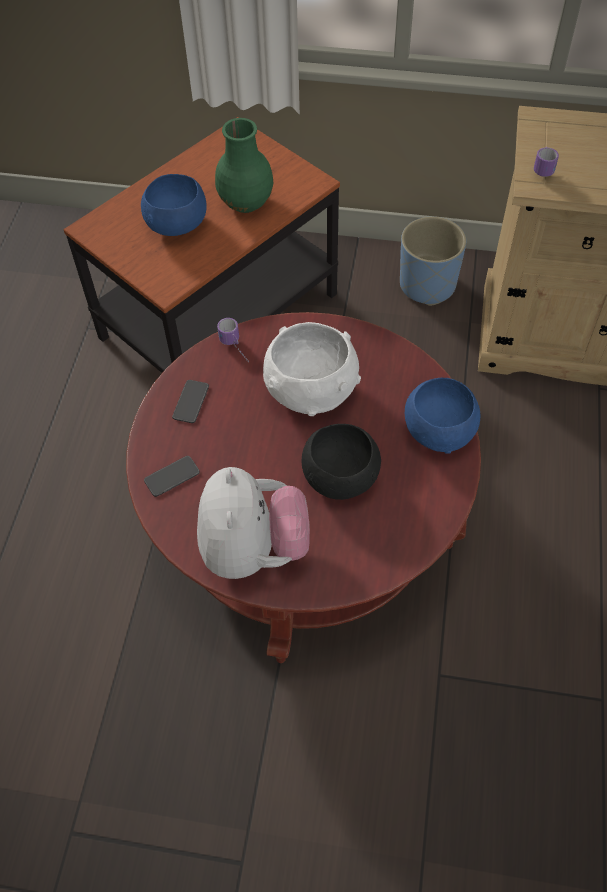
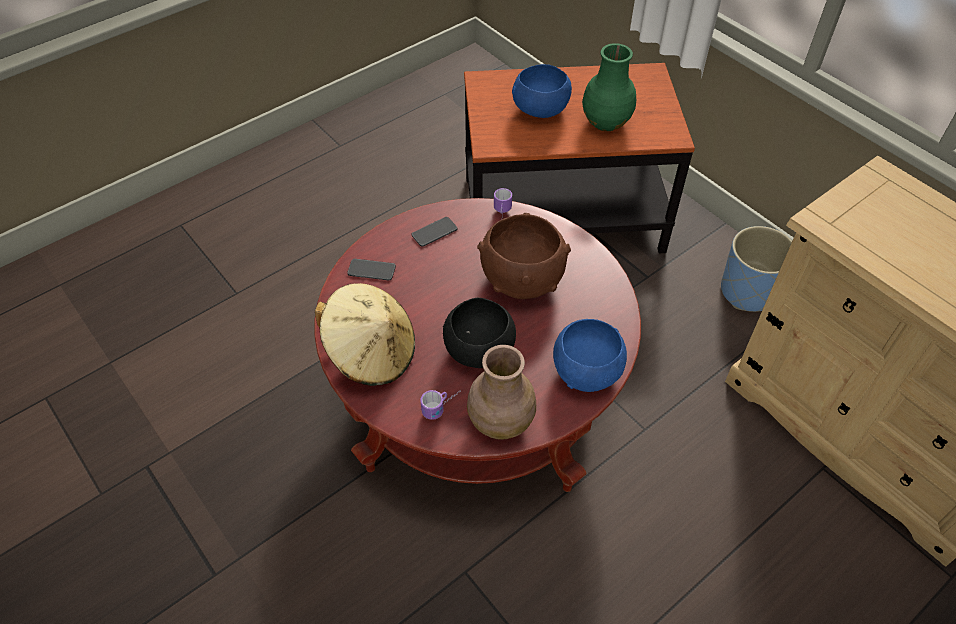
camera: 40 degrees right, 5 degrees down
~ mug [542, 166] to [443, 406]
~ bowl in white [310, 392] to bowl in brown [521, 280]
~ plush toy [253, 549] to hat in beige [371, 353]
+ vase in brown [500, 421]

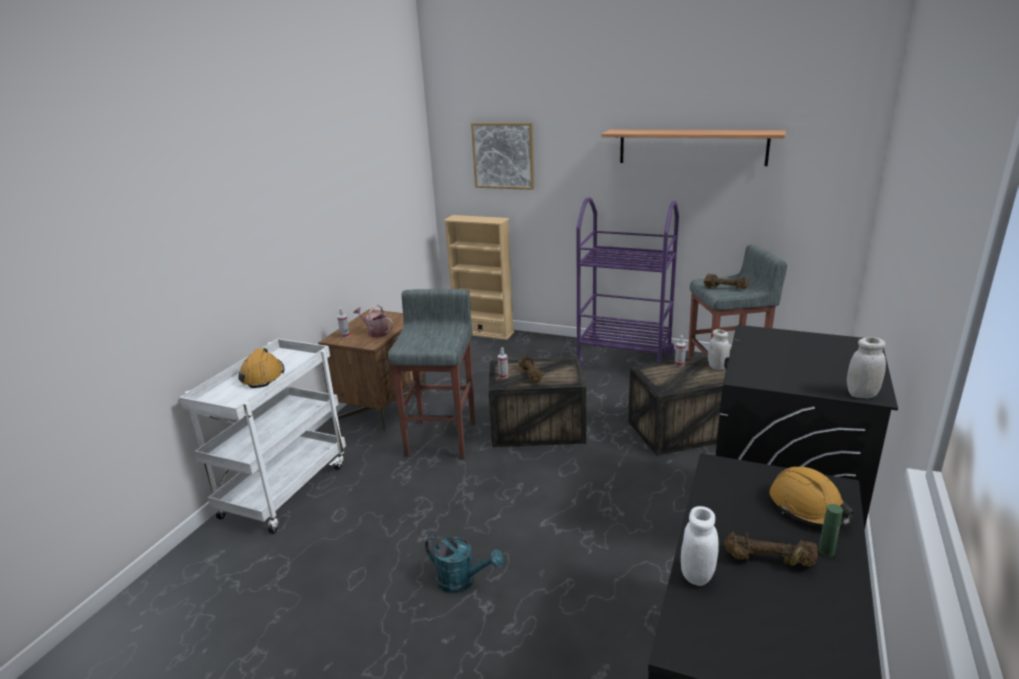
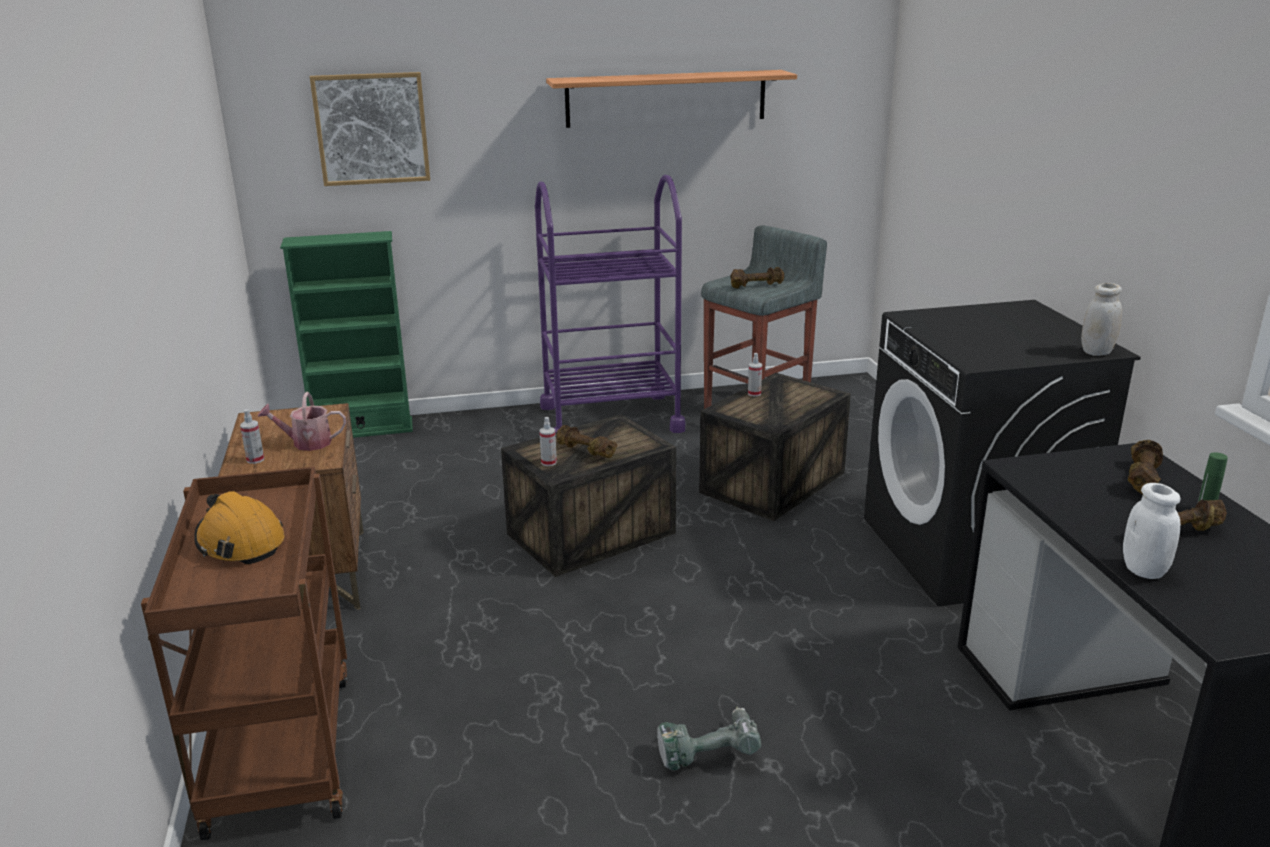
camera: 35 degrees left, 0 degrees up
~ bookcase in beige [483, 332] to bookcase in green [362, 429]
- stool in grey [442, 438]
- jar in white [717, 367]
~ cart in white [285, 489] to cart in brown [279, 748]
~ hard hat in orange [808, 508] to dumbbell in brown [1142, 478]
~ watering can in turquoise [462, 581] to power drill [707, 751]

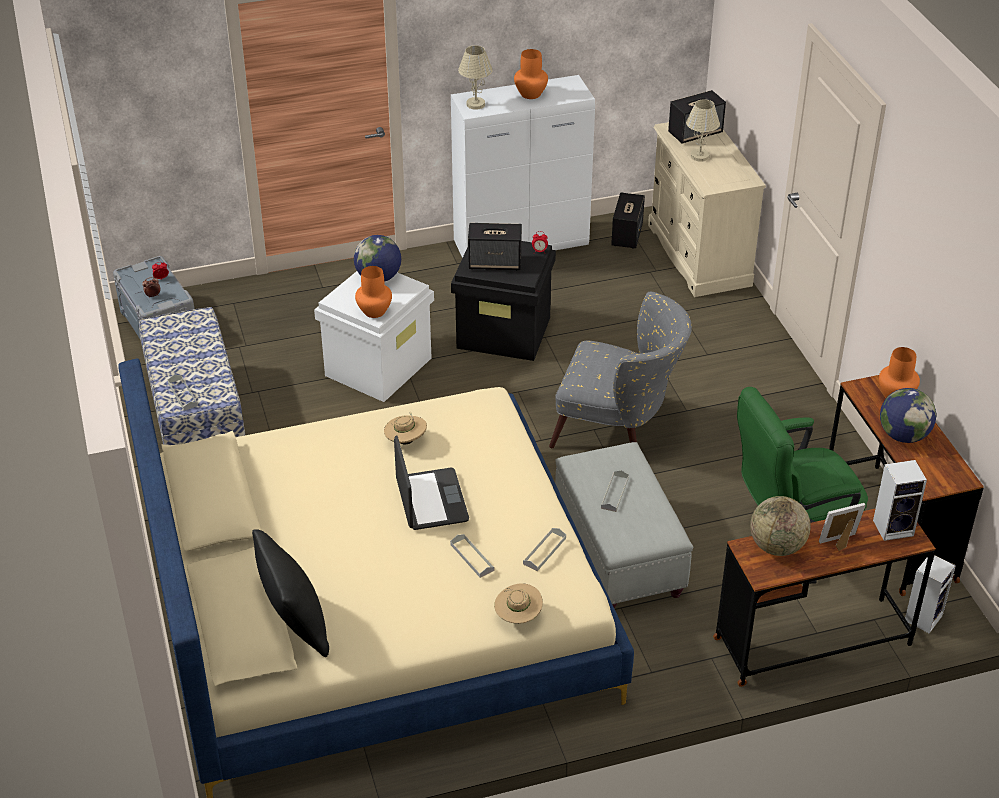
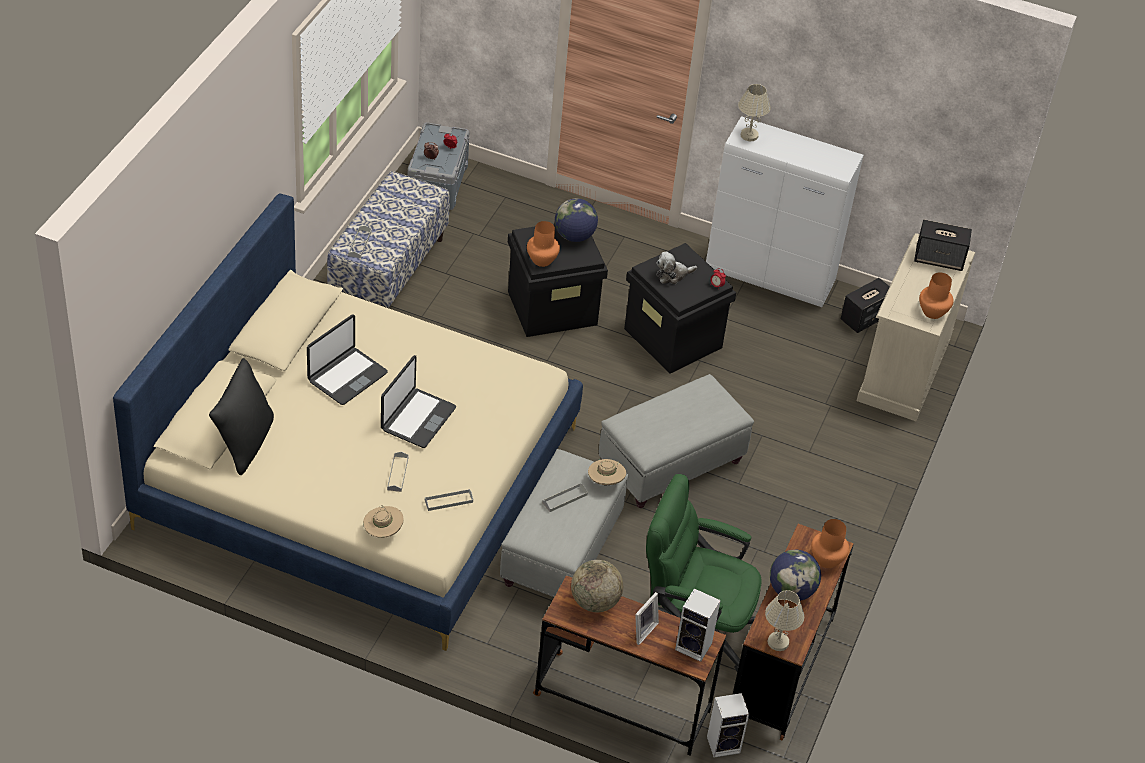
camera: 35 degrees right, 5 degrees up
~ vase in orange [530, 94] to [932, 311]
~ table lamp in beige [700, 156] to [778, 642]
~ speaker [495, 263] to plush toy [672, 275]
~ storage box in white [378, 366] to storage box in black [553, 308]
~ armchair in grey [619, 429] to ottoman in grey [670, 464]
~ hat in beige [406, 440] to [605, 481]
~ picture frame [840, 543] = [642, 630] 105 degrees clockwise
+ laptop [347, 376]

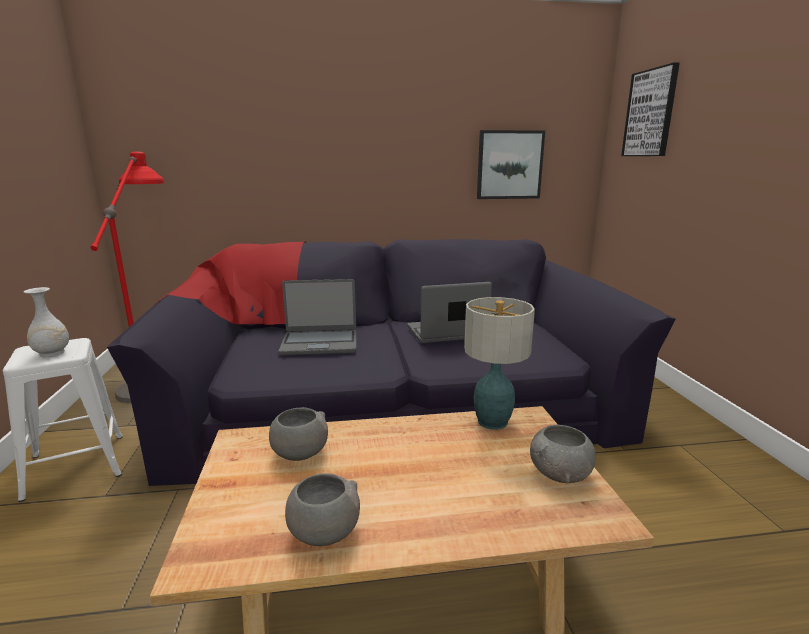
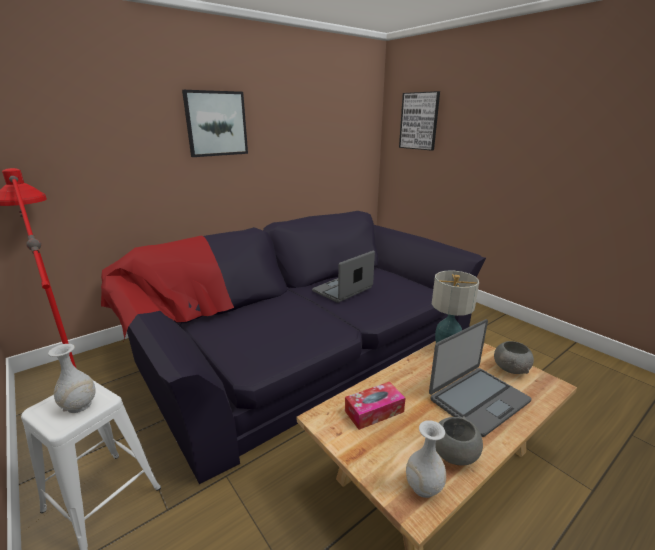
camera: 30 degrees left, 5 degrees up
~ picture [509, 165] to [216, 123]
~ laptop [319, 343] to [477, 399]
~ bowl in grey [299, 453] to tissue box [374, 411]
+ vase in white [423, 486]

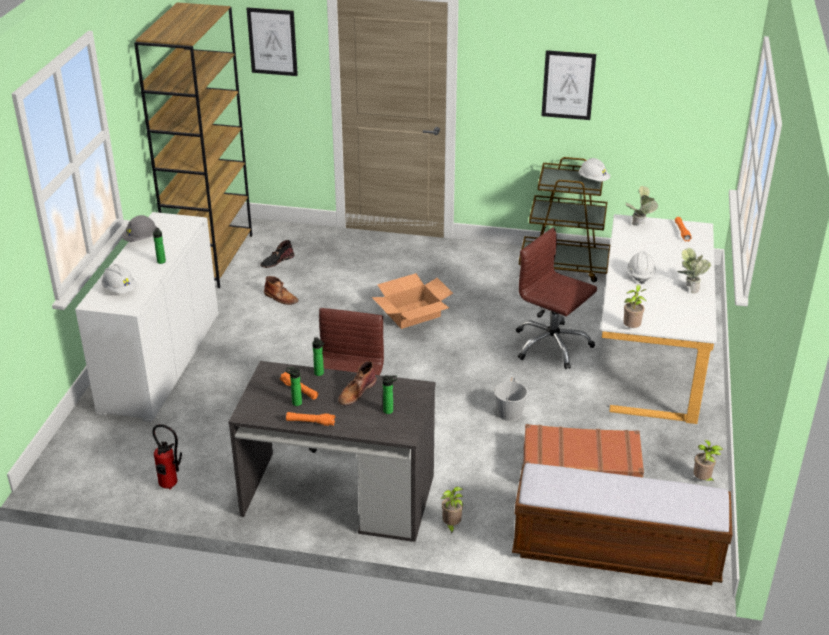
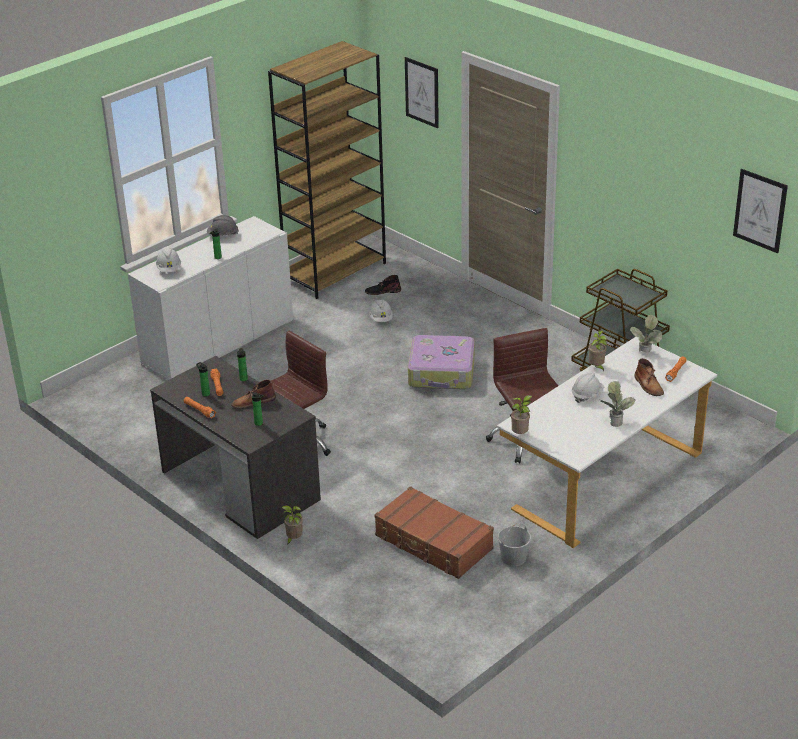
camera: 35 degrees right, 0 degrees up
~ picture [568, 85] to [760, 210]
~ hard hat in white [593, 180] to [381, 319]
~ cardboard box [412, 314] to suitcase [442, 372]
~ boot in brown [281, 298] to [648, 385]
~ bucket in white [509, 413] to [513, 558]
- fire extinguisher [170, 486]
~ potted plant [702, 480] to [596, 367]
- bench [615, 551]

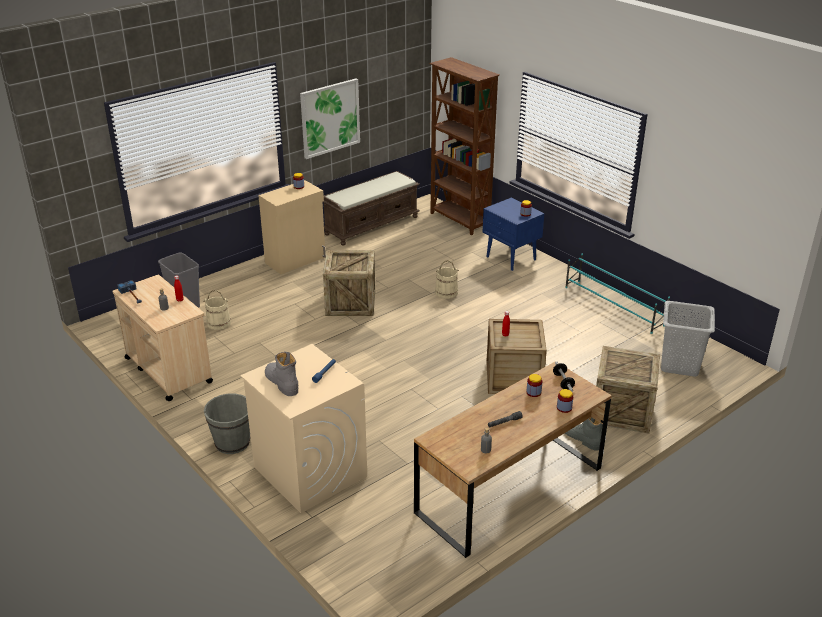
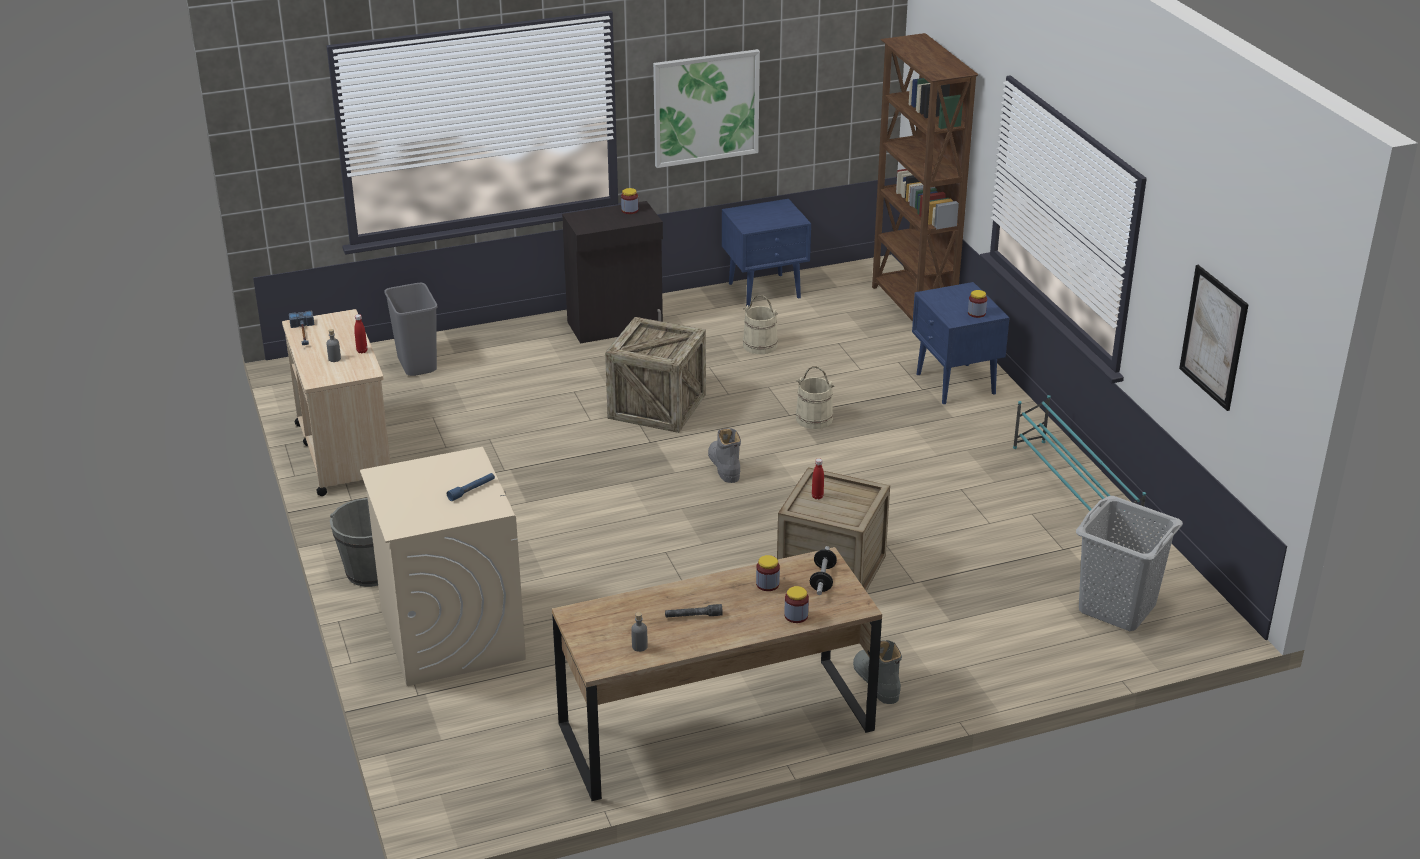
camera: 20 degrees right, 0 degrees up
~ bench in brown [371, 225] to nightstand in blue [765, 290]
~ cabinet in beige [296, 260] to cabinet in black [616, 326]
~ bucket in beige [218, 323] to [760, 345]
- crate [622, 411]
~ boot in grey [282, 383] to [724, 466]
+ picture [1213, 337]

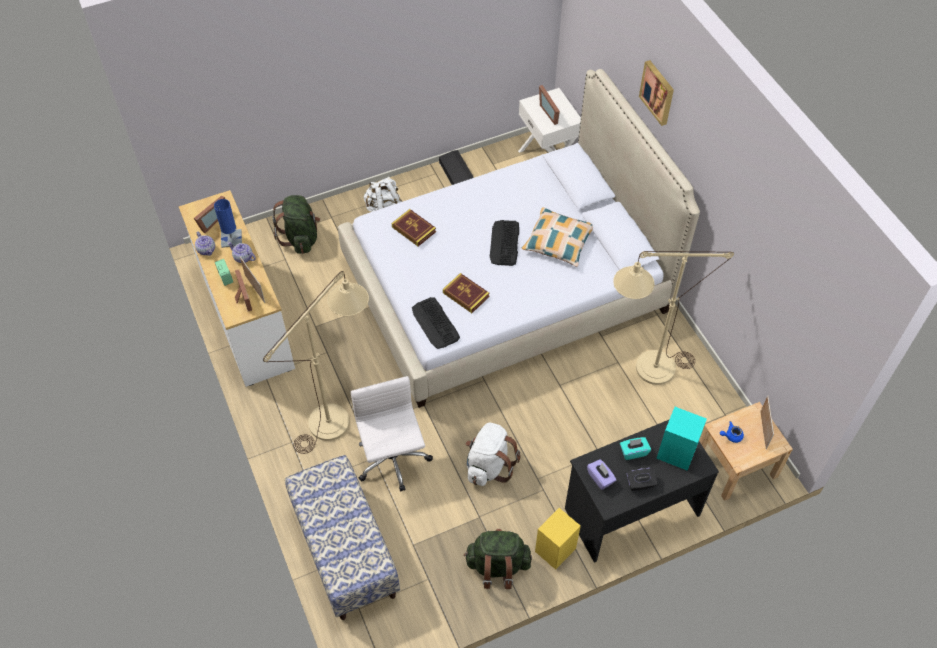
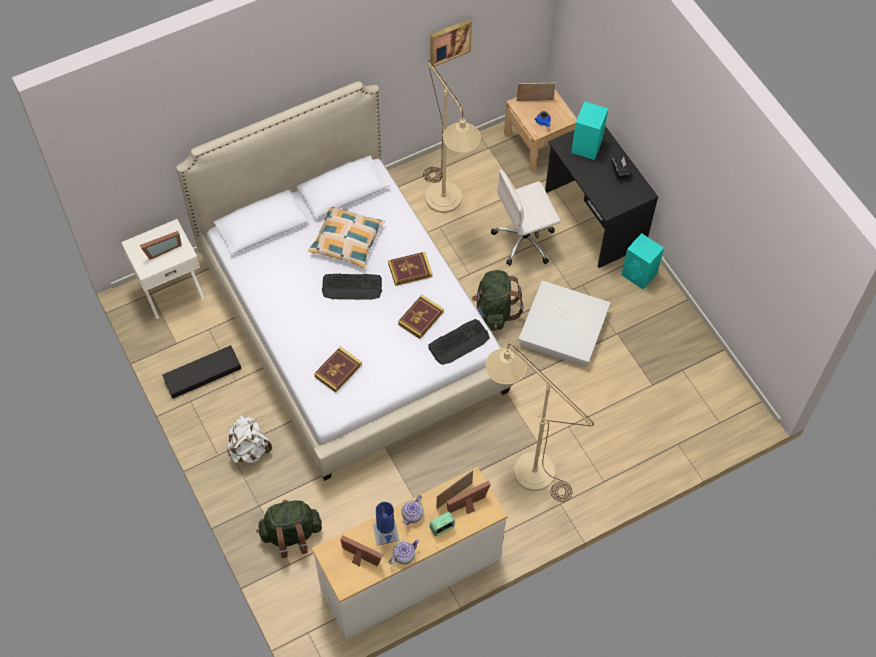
camera: 95 degrees left, 5 degrees up
~ picture [658, 92] to [449, 41]
~ office chair in white [393, 461] to [525, 240]
~ backpack in white [489, 465] to storage box in white [564, 328]
- tissue box in turquoise [633, 452]
- bench [344, 551]
- tissue box in purple [600, 478]
~ speaker in yellow [554, 550] to speaker in turquoise [639, 275]
~ backpack in green [497, 566] to [494, 311]
+ book [410, 270]

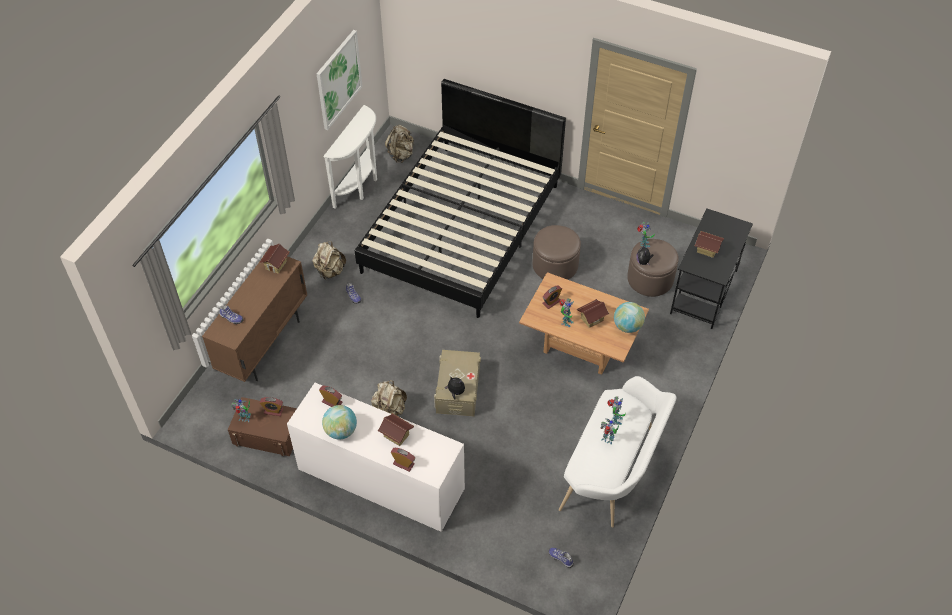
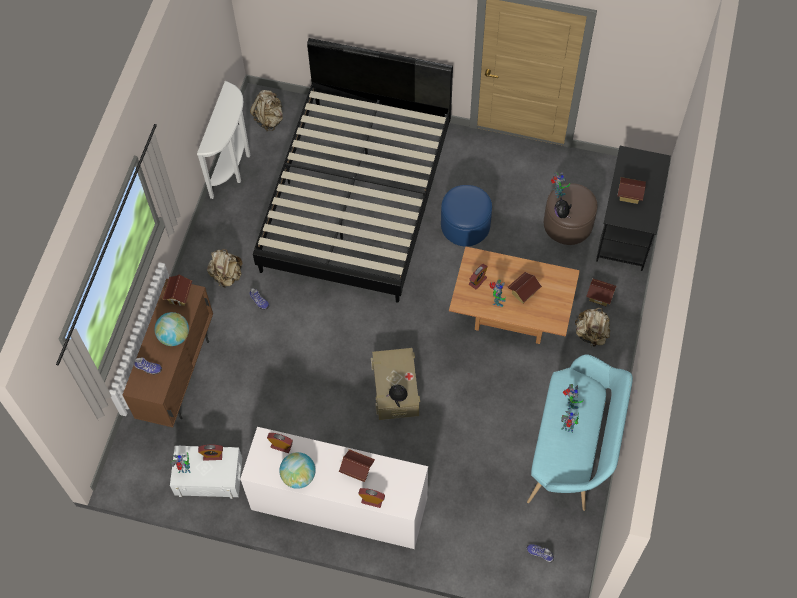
camera: 10 degrees left, 10 degrees up
- picture [338, 79]
~ ottoman in brown [555, 265] to ottoman in blue [465, 225]
~ globe [627, 326] to [174, 336]
~ bench in white [613, 472] to bench in turquoise [573, 451]
~ backpack in beige [389, 410] to [591, 334]
~ storage box in brown [267, 433] to storage box in white [208, 476]
+ toy house [599, 297]

